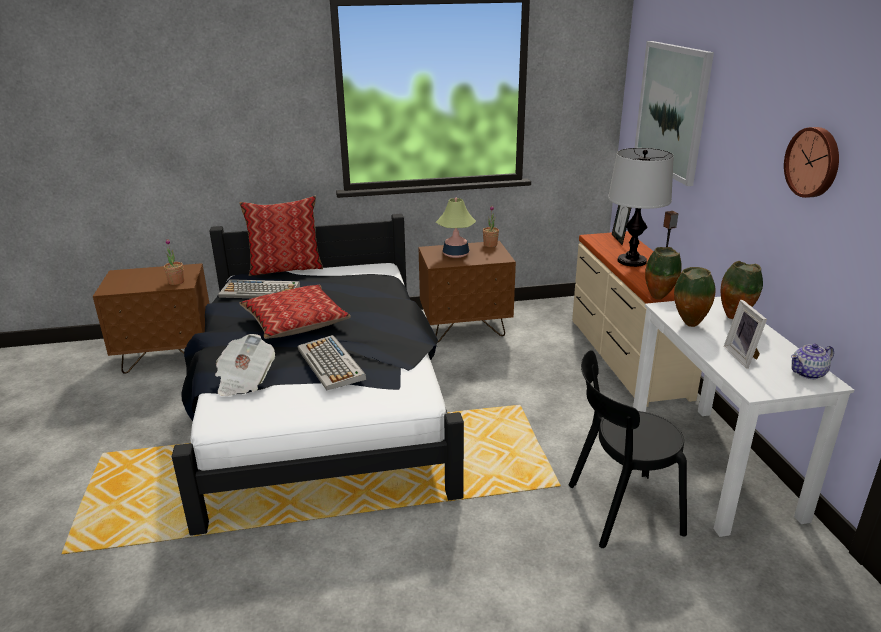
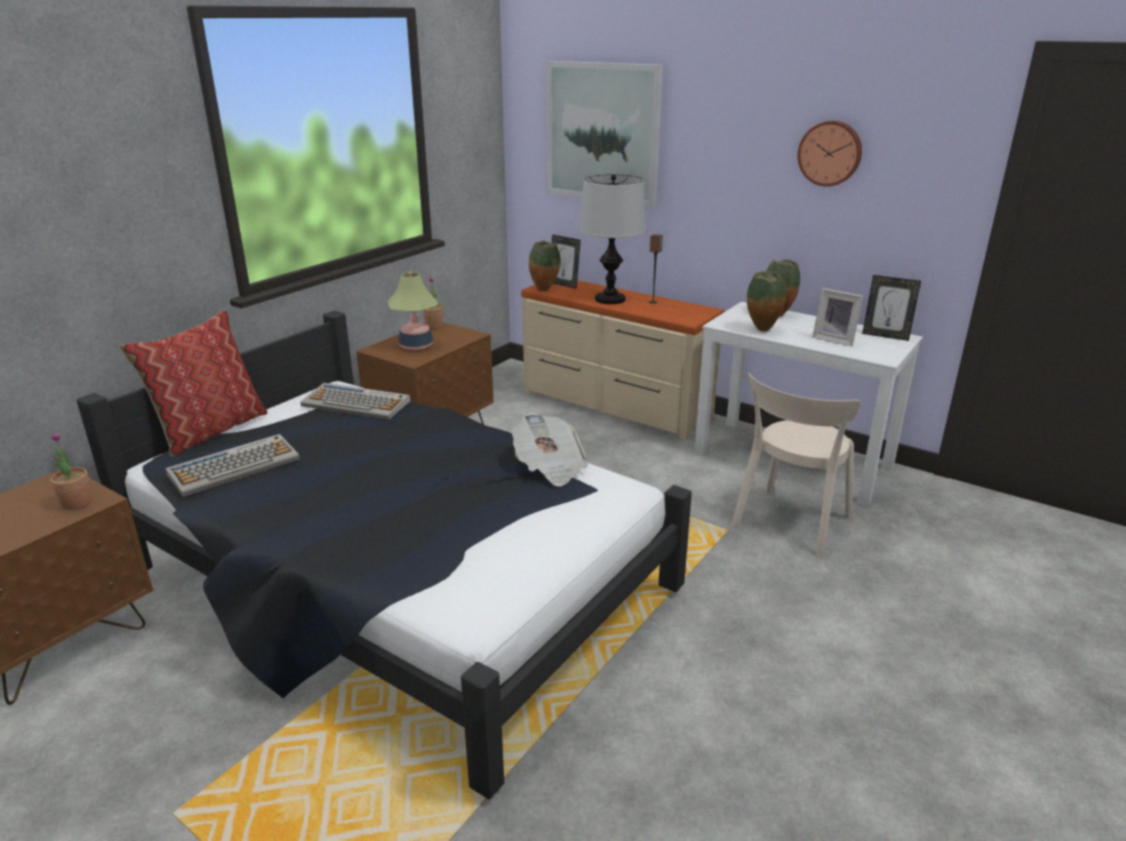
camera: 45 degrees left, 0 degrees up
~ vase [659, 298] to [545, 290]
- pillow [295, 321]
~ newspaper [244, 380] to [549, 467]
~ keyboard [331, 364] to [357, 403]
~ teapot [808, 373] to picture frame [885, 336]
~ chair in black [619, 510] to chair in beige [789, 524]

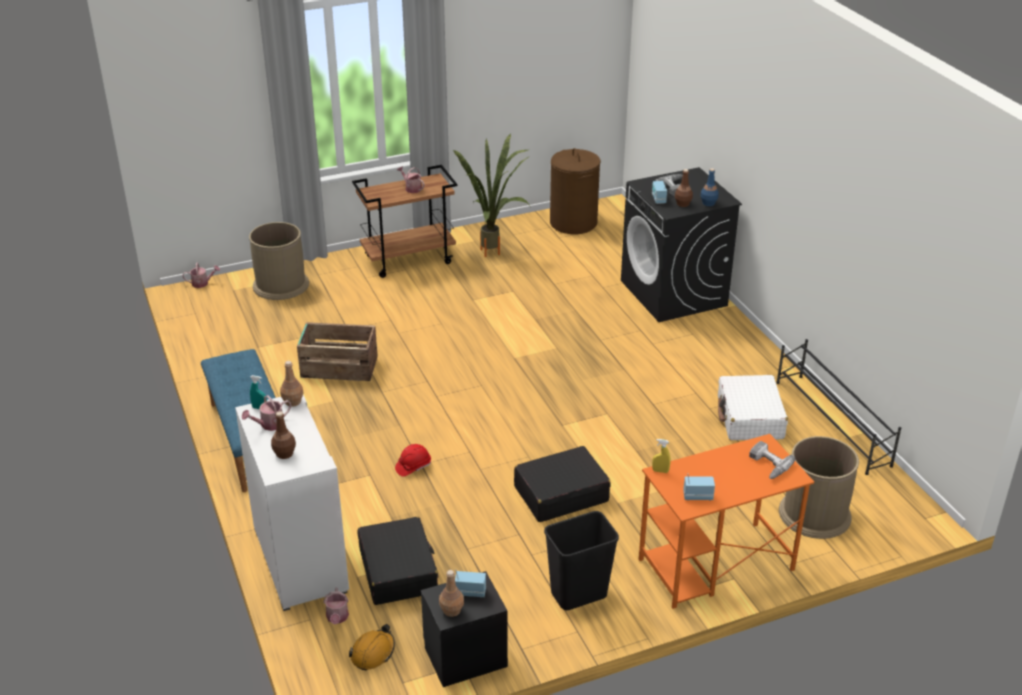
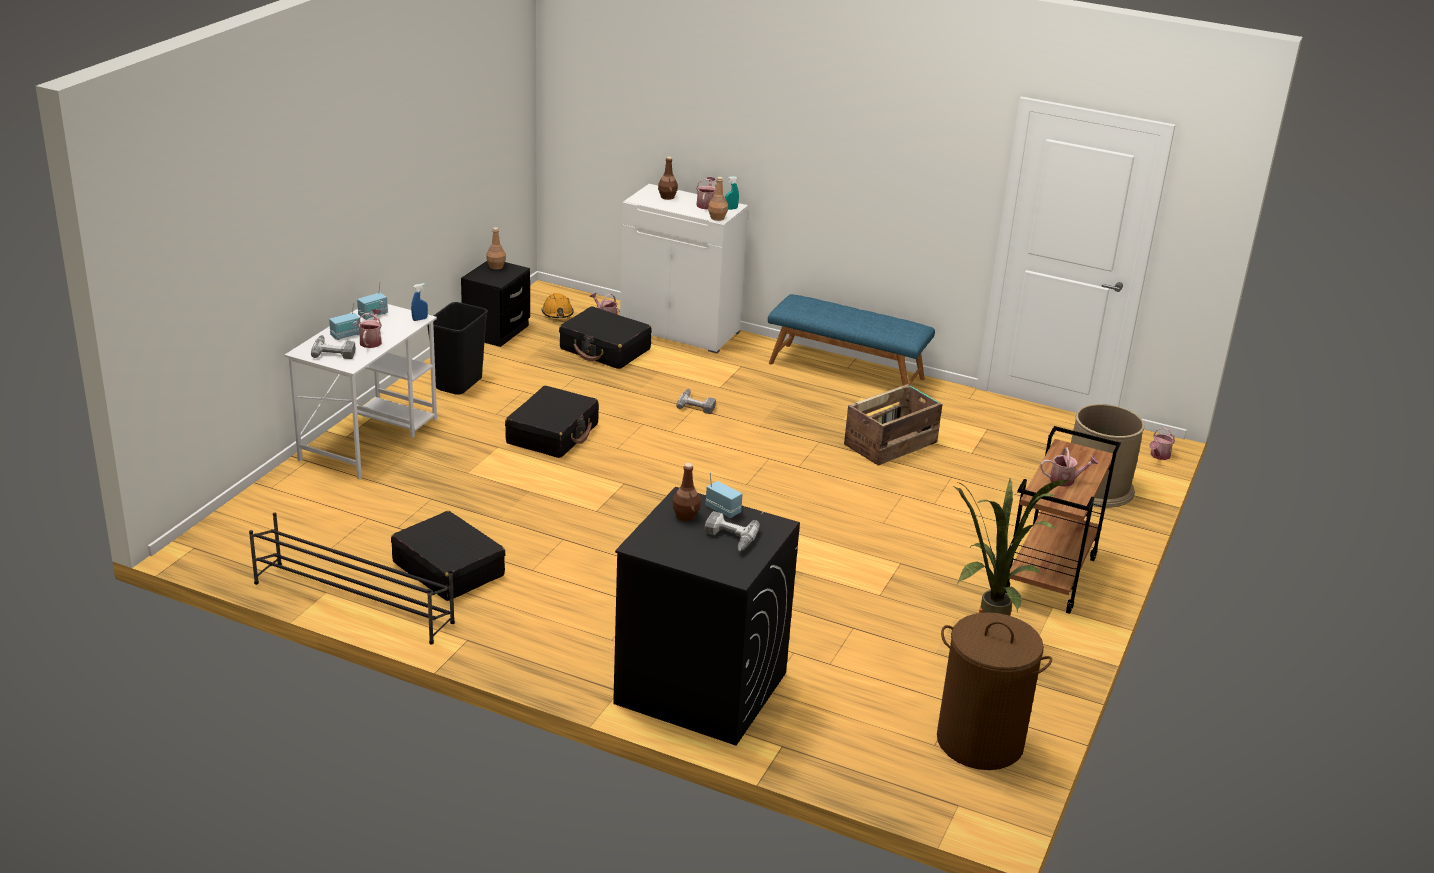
camera: 135 degrees right, 5 degrees down
- bottle in blue [708, 203]
~ suitcase in white [749, 418] to suitcase in black [448, 569]
~ desk in orange [715, 565] to desk in white [369, 438]
- trash can in brown [814, 514]
~ spray bottle in yellow [660, 471] to spray bottle in blue [420, 319]
~ hard hat in red [413, 466] to power drill [697, 404]
~ radio [470, 592] to [346, 335]
+ watering can [371, 341]

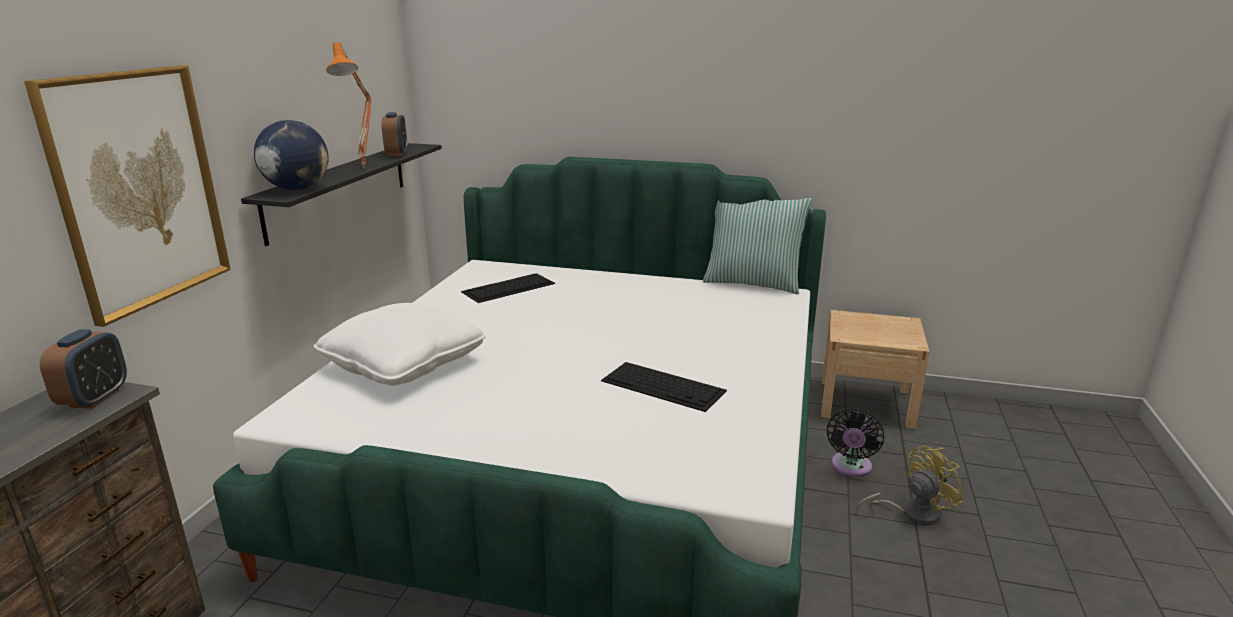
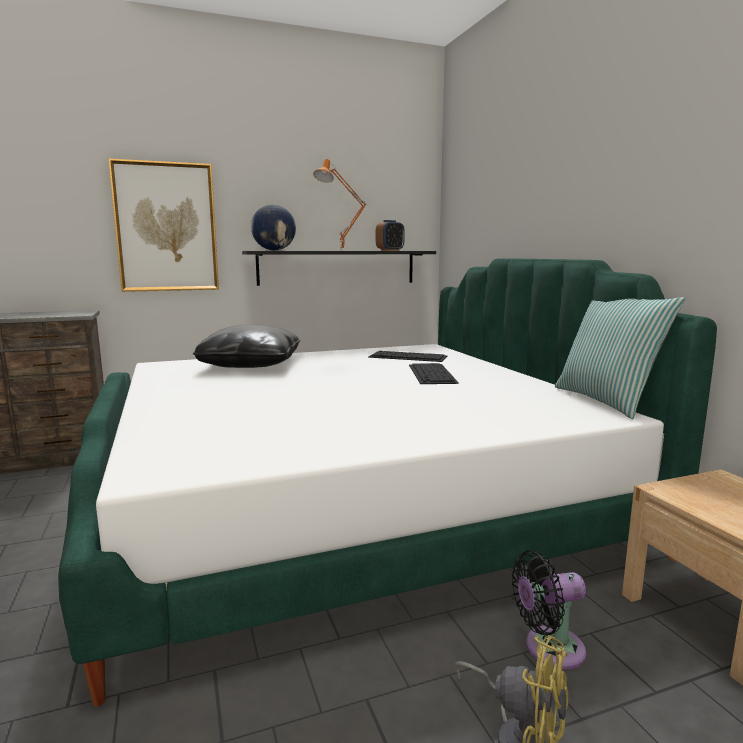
camera: 55 degrees right, 10 degrees down
~ pillow in white [403, 365] to pillow in black [250, 365]
- alarm clock [95, 398]
~ keyboard [664, 386] to [432, 374]

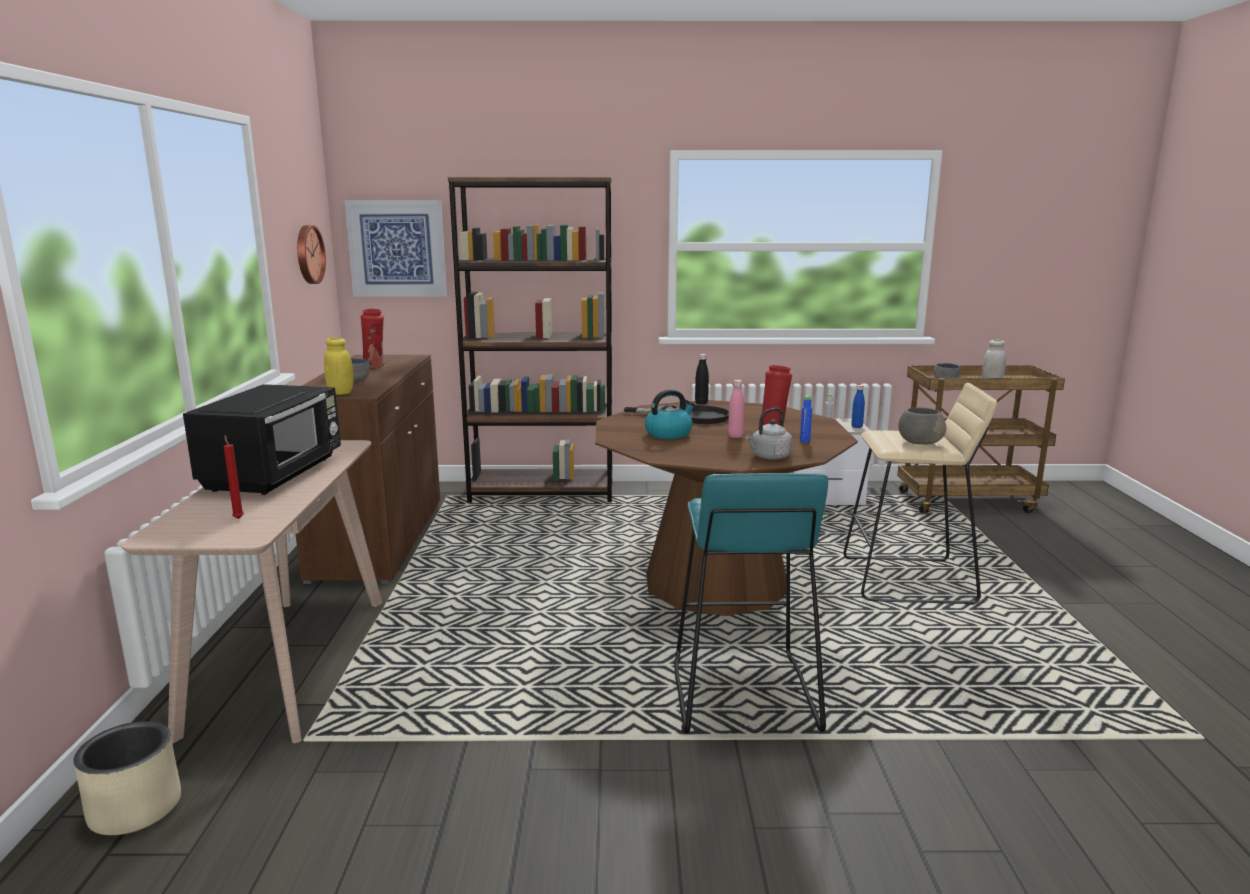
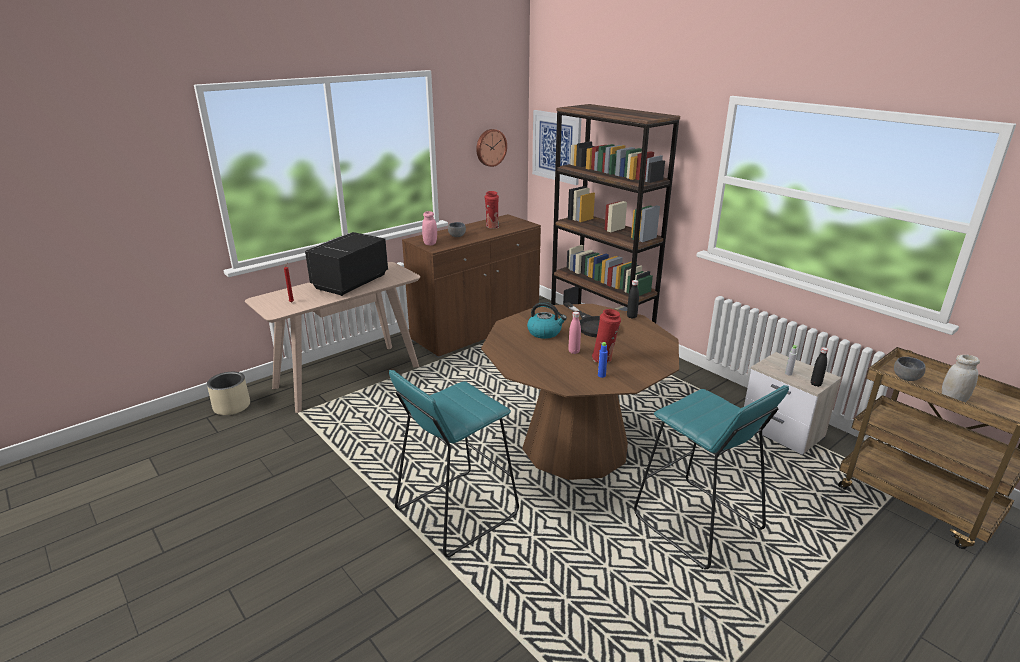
camera: 50 degrees right, 10 degrees up
~ jar in yellow [340, 393] to jar in pink [430, 243]
~ stool in beige [908, 581] to stool in turquoise [697, 524]
~ microwave in black [275, 474] = [349, 283] 150 degrees clockwise
~ bottle in blue [856, 427] to bottle in black [815, 384]
- kettle in grey [769, 457]
- bowl in grey [919, 442]

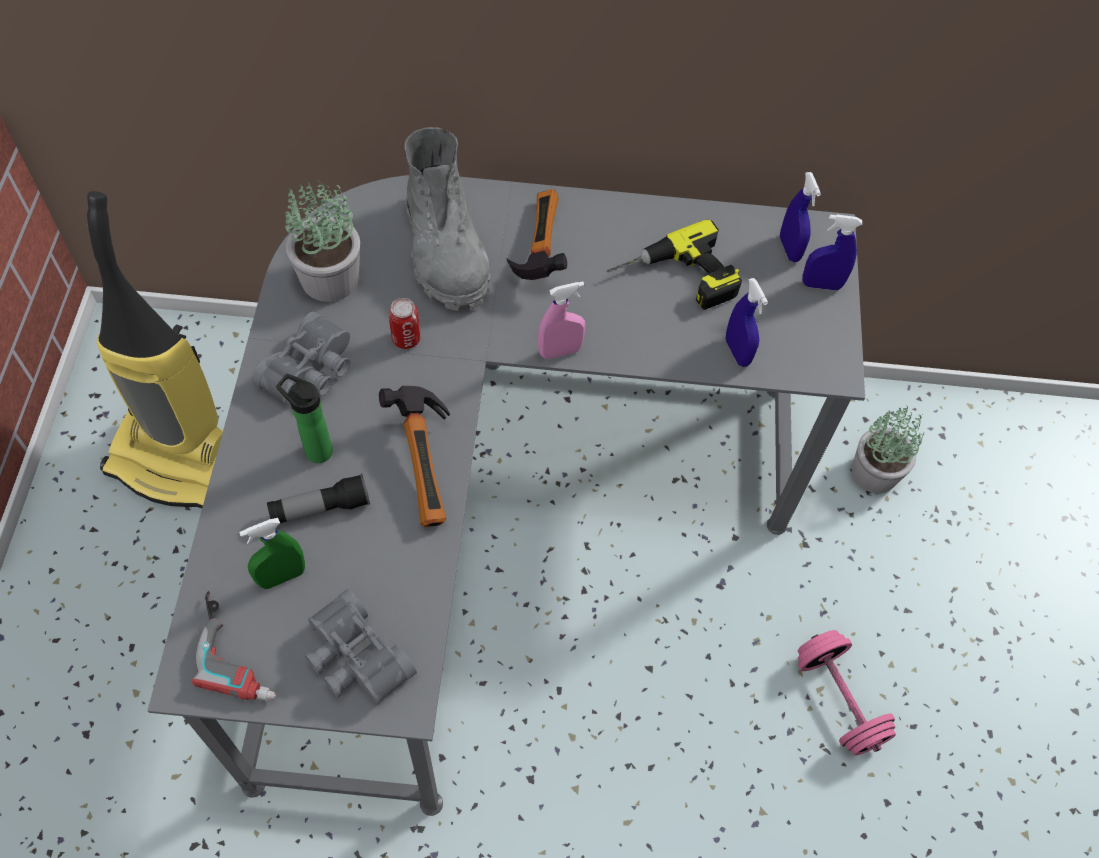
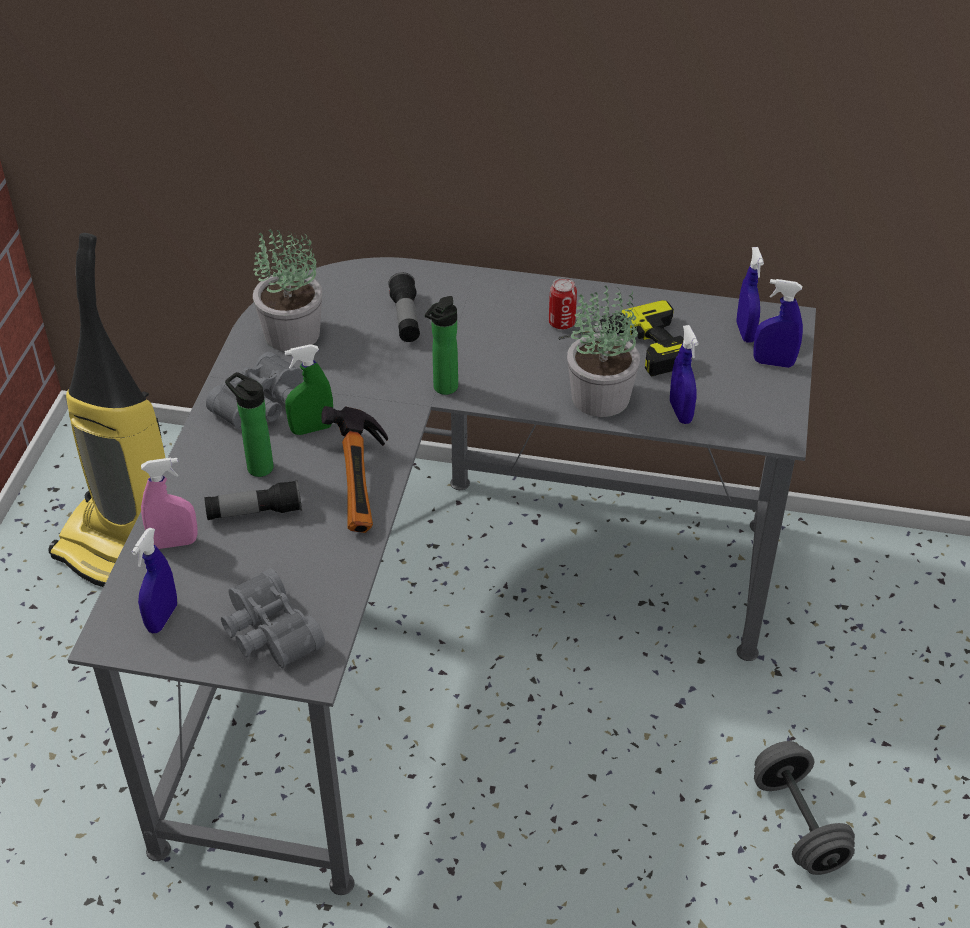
camera: 10 degrees right, 15 degrees down
~ boot in grey [446, 252] to flashlight [405, 318]
- hammer [535, 247]
~ spray bottle in pink [560, 351] to [174, 542]
~ can [406, 338] to [561, 323]
~ potted plant [874, 472] to [600, 396]
~ spray bottle in green [282, 576] to [312, 429]
~ power drill [241, 650] to spray bottle in blue [162, 618]
~ dumbbell in pink [838, 700] to dumbbell in grey [798, 824]
+ bottle [443, 389]

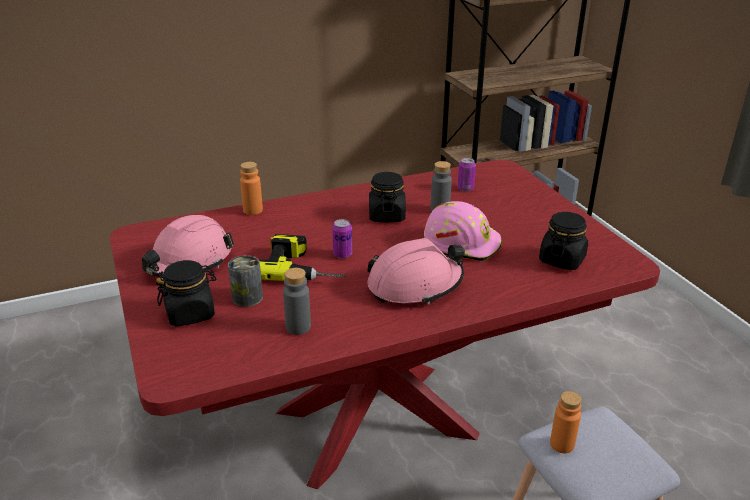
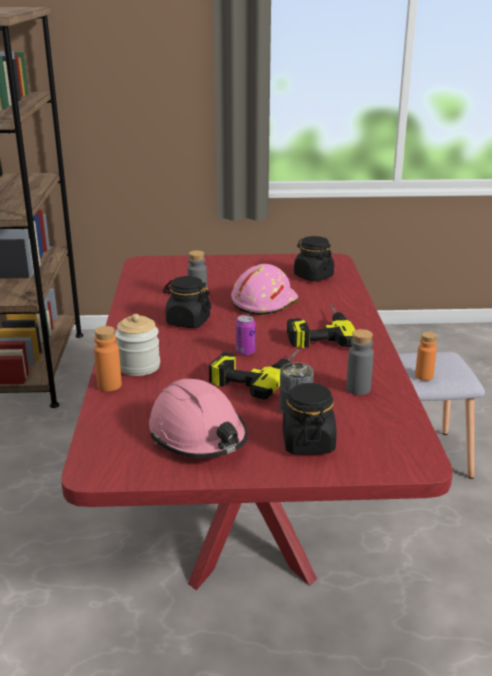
camera: 70 degrees left, 5 degrees down
- can [465, 188]
~ hard hat in pink [415, 285] to power drill [318, 331]
+ jar [139, 366]

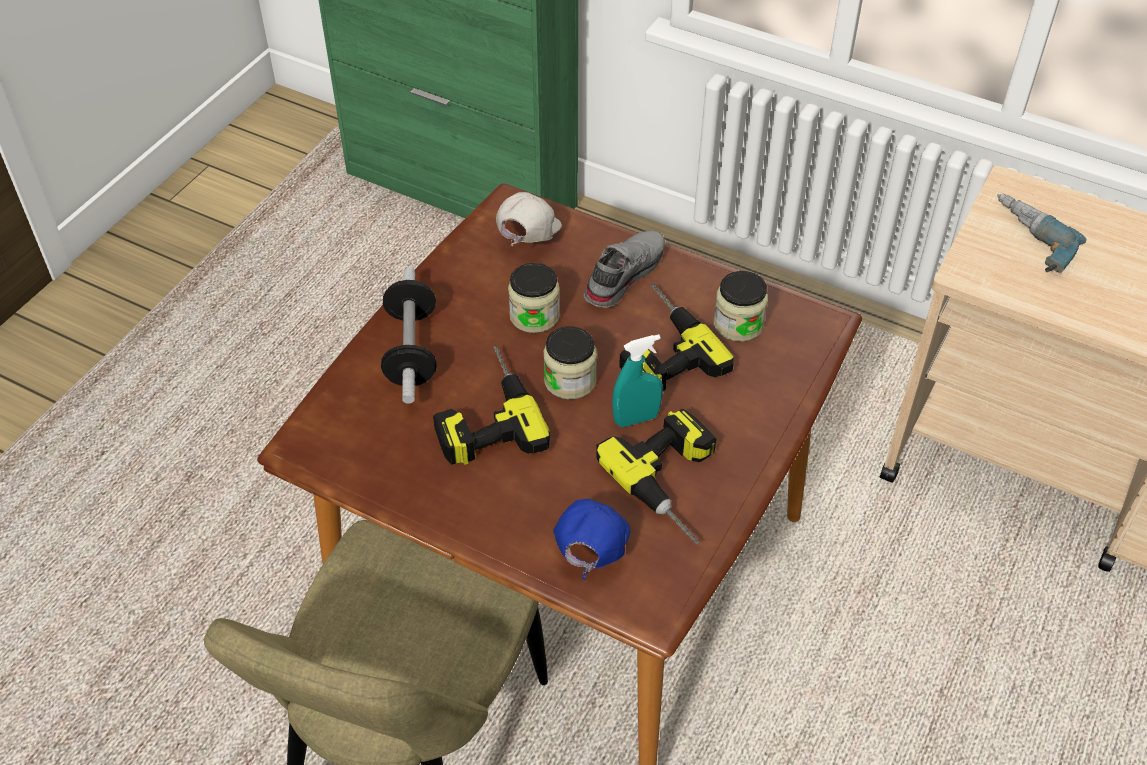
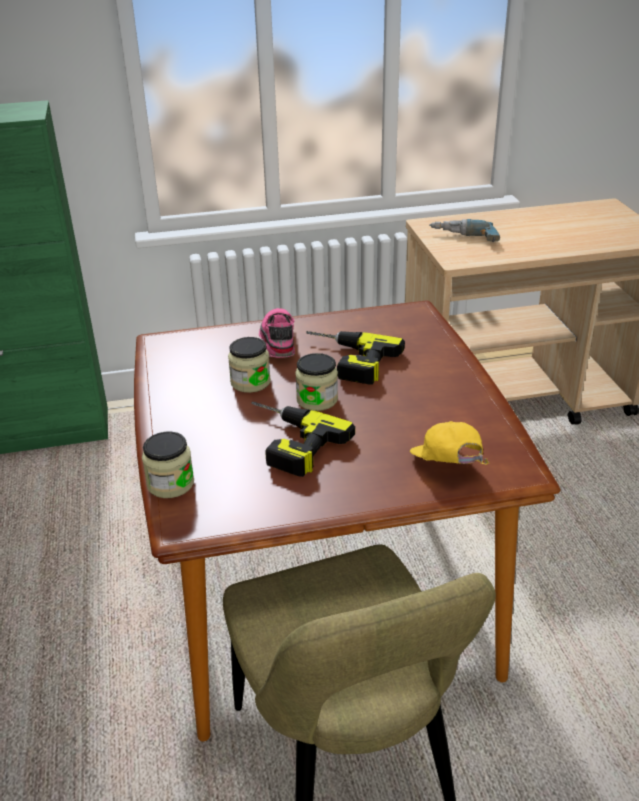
camera: 40 degrees left, 15 degrees down
- cap in white [526, 239]
~ shoe in grey [622, 275] to shoe in pink [277, 340]
- dumbbell [411, 350]
~ jar [738, 324] to [170, 484]
- spray bottle in turquoise [636, 419]
- power drill [678, 483]
~ cap in blue [590, 549] to cap in yellow [447, 468]

